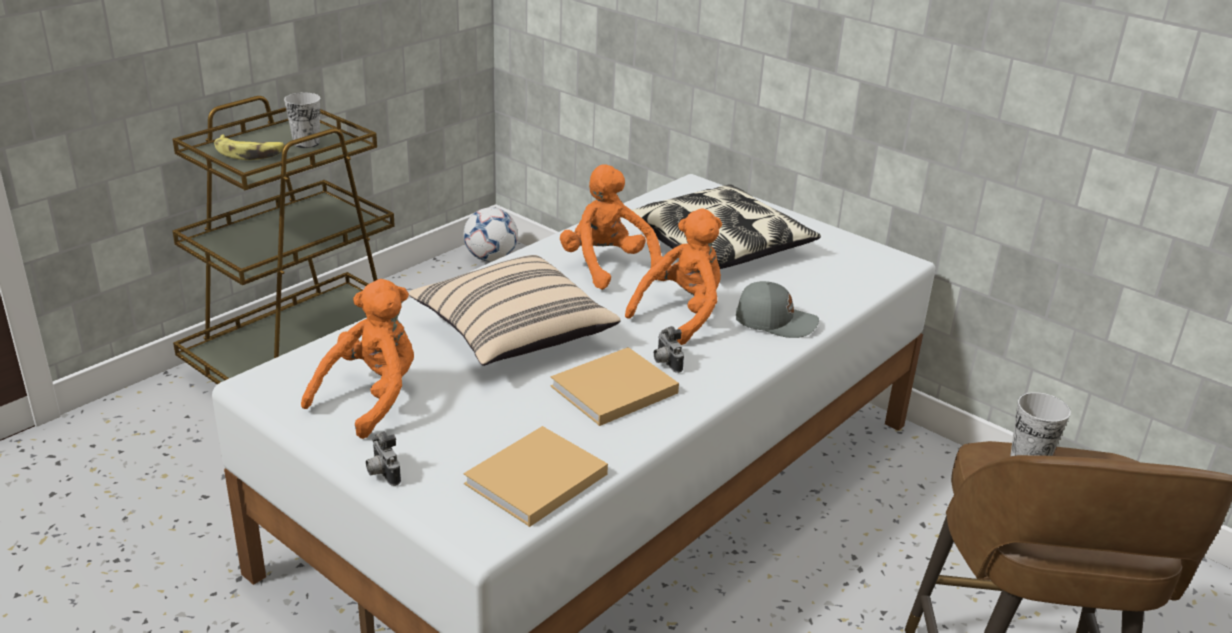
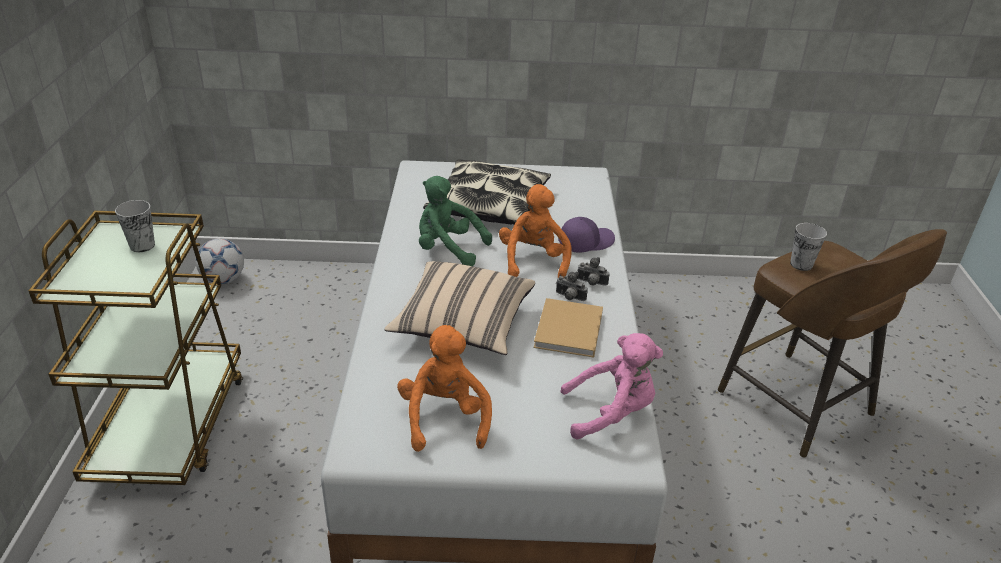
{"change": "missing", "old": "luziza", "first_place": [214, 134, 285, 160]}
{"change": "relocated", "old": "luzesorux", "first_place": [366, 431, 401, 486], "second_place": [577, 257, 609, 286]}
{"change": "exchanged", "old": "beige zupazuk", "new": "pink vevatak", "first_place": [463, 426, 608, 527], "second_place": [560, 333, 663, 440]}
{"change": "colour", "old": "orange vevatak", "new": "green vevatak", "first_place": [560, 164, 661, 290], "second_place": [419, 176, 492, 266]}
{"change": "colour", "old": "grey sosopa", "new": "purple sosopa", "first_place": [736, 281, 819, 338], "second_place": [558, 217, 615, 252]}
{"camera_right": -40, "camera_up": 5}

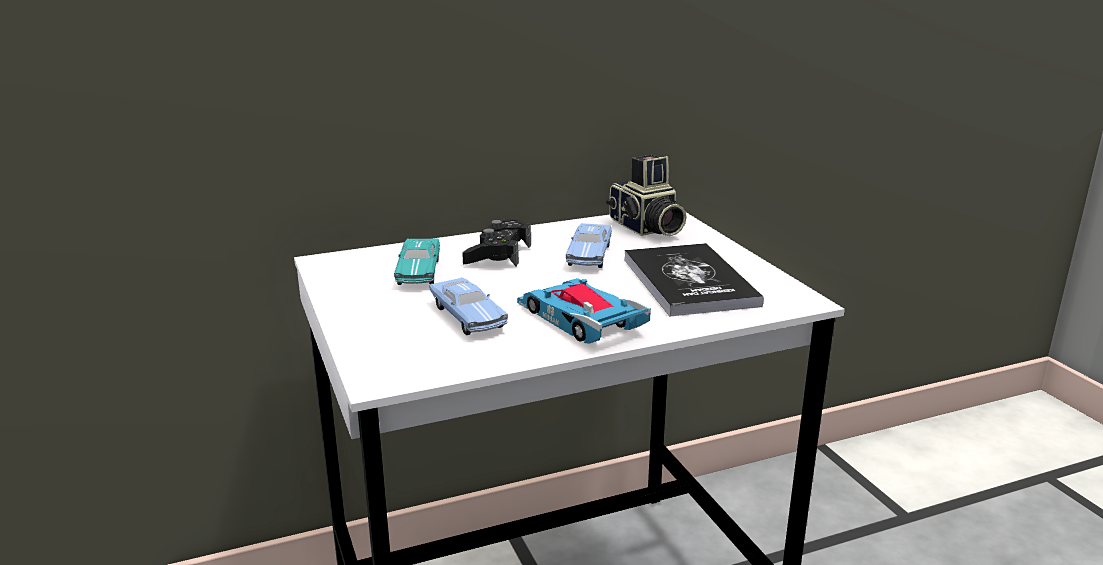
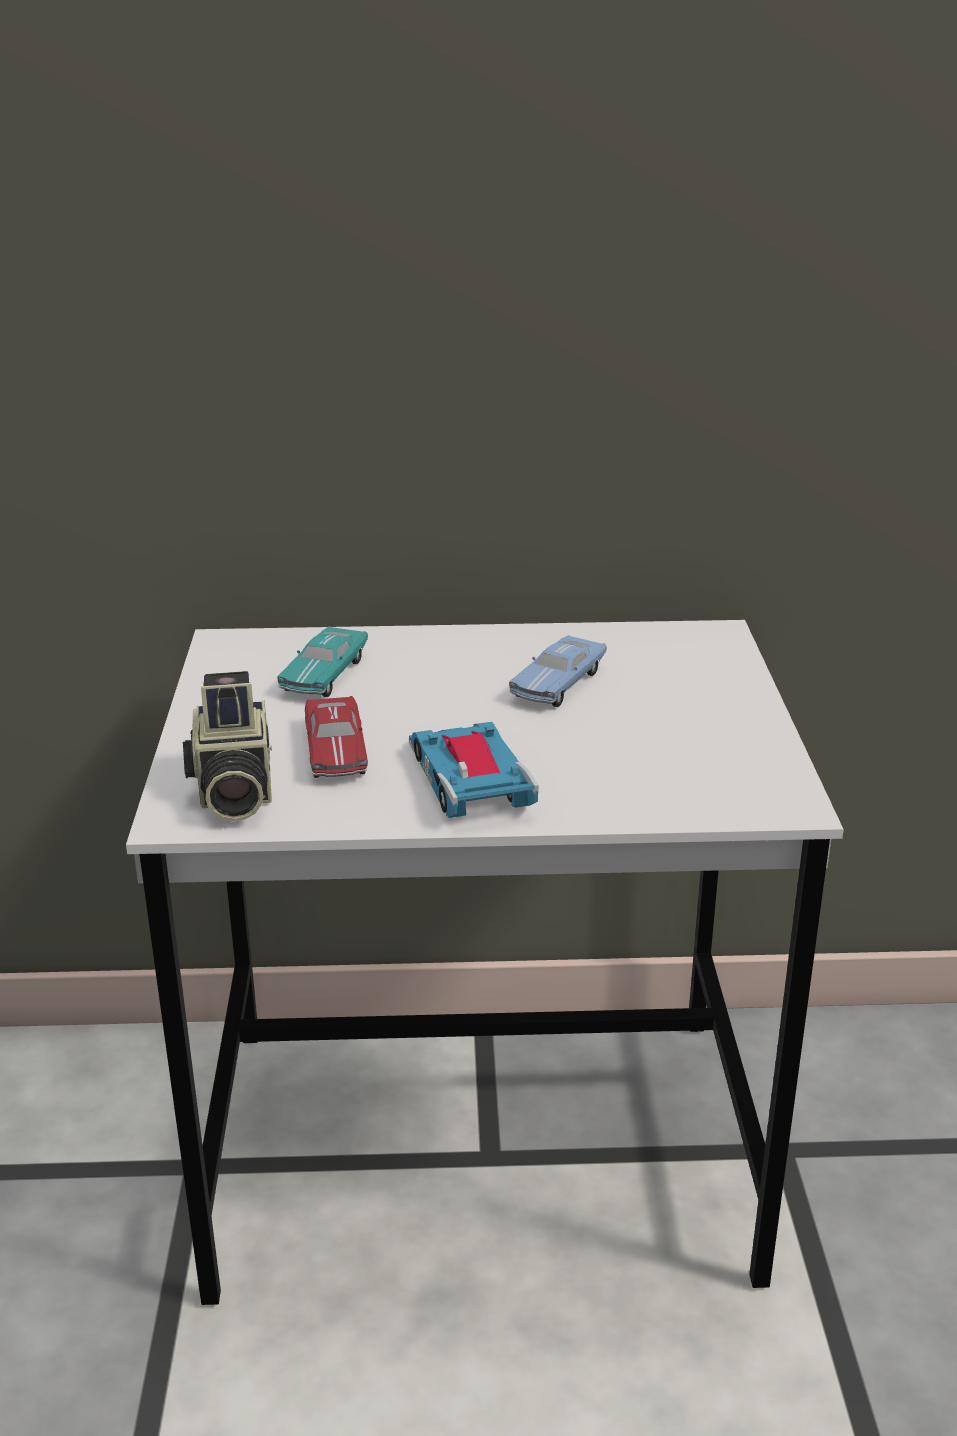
{"change": "colour", "old": "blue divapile", "new": "red divapile", "first_place": [430, 277, 508, 335], "second_place": [305, 696, 368, 778]}
{"change": "missing", "old": "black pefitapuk", "first_place": [462, 219, 531, 266]}
{"change": "relocated", "old": "luzesorux", "first_place": [606, 155, 687, 236], "second_place": [183, 671, 272, 822]}
{"change": "missing", "old": "zupazuk", "first_place": [624, 243, 764, 316]}
{"camera_right": 20, "camera_up": 5}

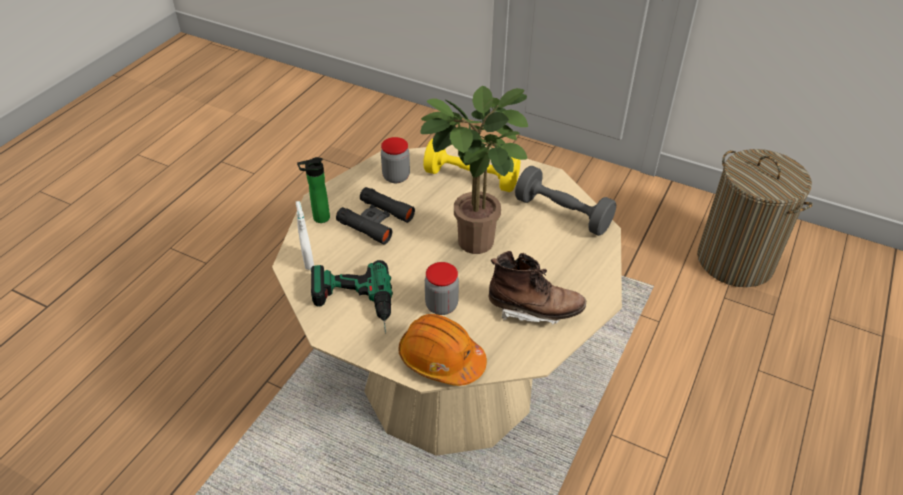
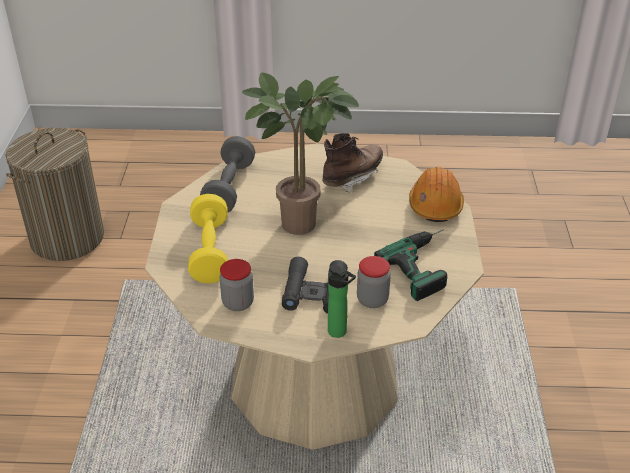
{"change": "missing", "old": "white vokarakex", "first_place": [296, 201, 314, 270]}
{"change": "relocated", "old": "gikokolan", "first_place": [425, 262, 459, 315], "second_place": [357, 256, 391, 308]}
{"change": "spun", "old": "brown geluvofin", "first_place": [489, 251, 586, 325], "second_place": [322, 133, 383, 193], "degrees": 60}
{"camera_right": -115, "camera_up": -5}

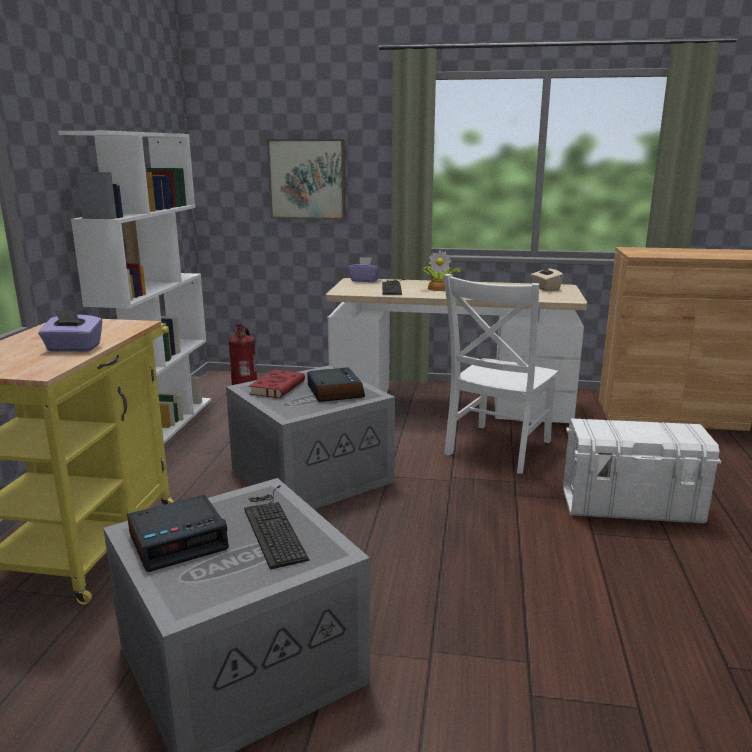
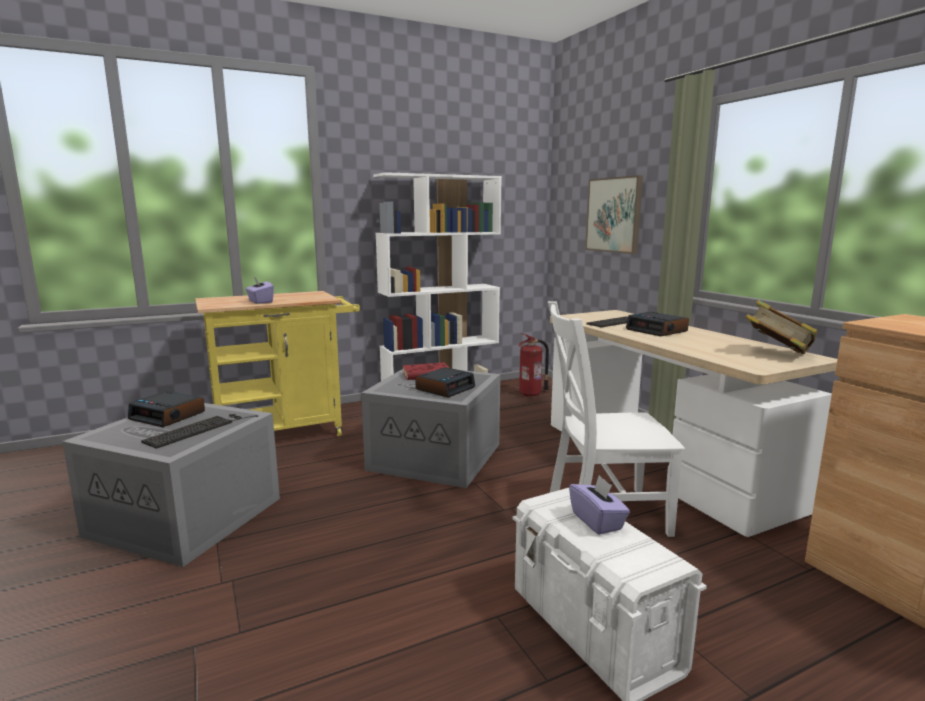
{"change": "relocated", "old": "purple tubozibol", "first_place": [348, 257, 381, 282], "second_place": [569, 475, 630, 535]}
{"change": "exchanged", "old": "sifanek", "new": "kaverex", "first_place": [419, 250, 461, 291], "second_place": [626, 312, 689, 336]}
{"change": "exchanged", "old": "beige tubozibol", "new": "zupazuk", "first_place": [530, 263, 563, 291], "second_place": [746, 300, 817, 354]}
{"camera_right": 55, "camera_up": -5}

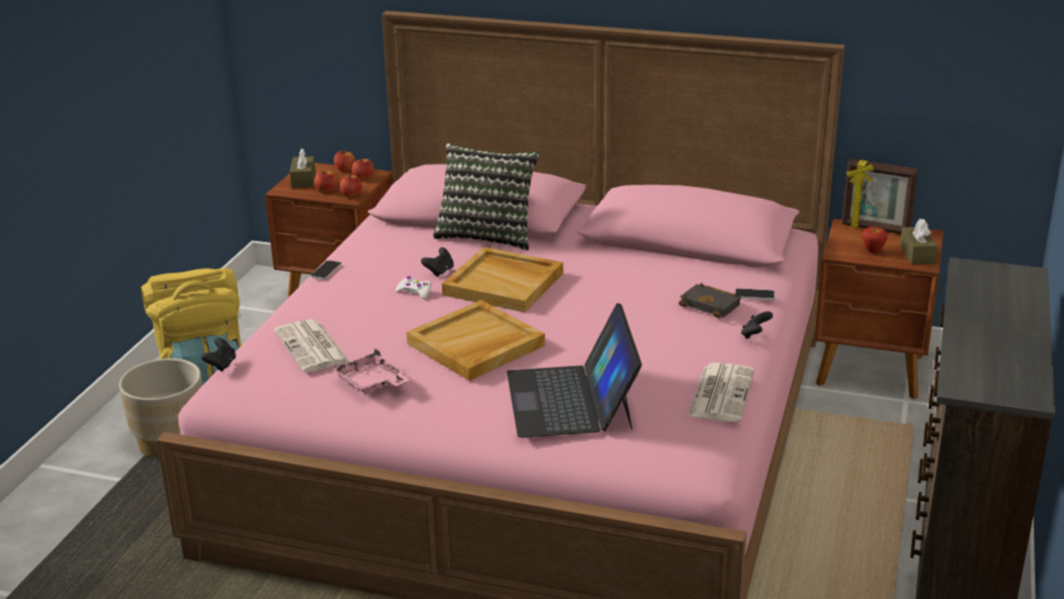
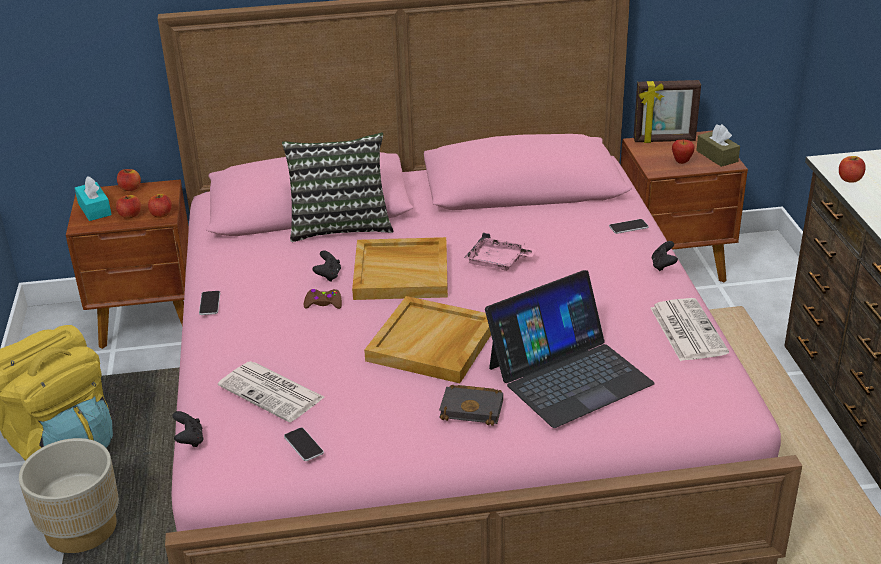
{"change": "colour", "old": "brown tubozibol", "new": "turquoise tubozibol", "first_place": [290, 148, 315, 188], "second_place": [75, 176, 112, 221]}
{"change": "relocated", "old": "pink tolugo", "first_place": [332, 349, 409, 394], "second_place": [464, 233, 537, 271]}
{"change": "relocated", "old": "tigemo", "first_place": [352, 159, 374, 180], "second_place": [839, 156, 866, 183]}
{"change": "colour", "old": "white pefitapuk", "new": "brown pefitapuk", "first_place": [396, 276, 431, 299], "second_place": [304, 289, 342, 309]}
{"change": "spun", "old": "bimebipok", "first_place": [507, 303, 642, 438], "second_place": [485, 270, 655, 428], "degrees": -90}
{"change": "relocated", "old": "black zupazuk", "first_place": [679, 283, 741, 318], "second_place": [439, 385, 503, 426]}
{"change": "appeared", "new": "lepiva", "second_place": [284, 428, 324, 461]}
{"camera_right": -25, "camera_up": 5}

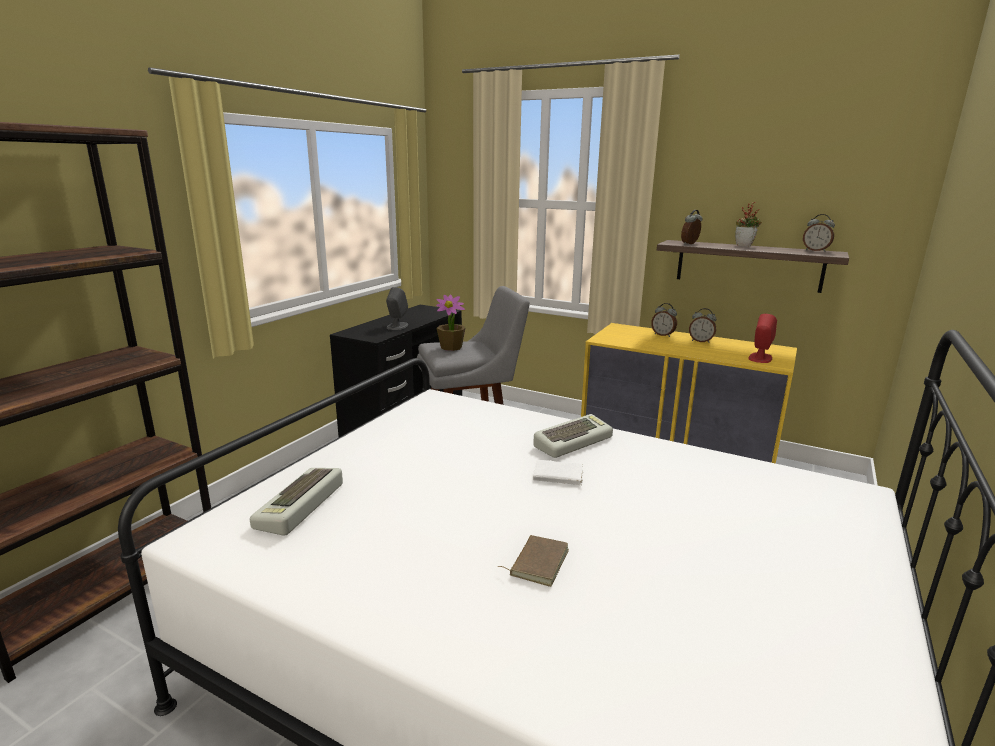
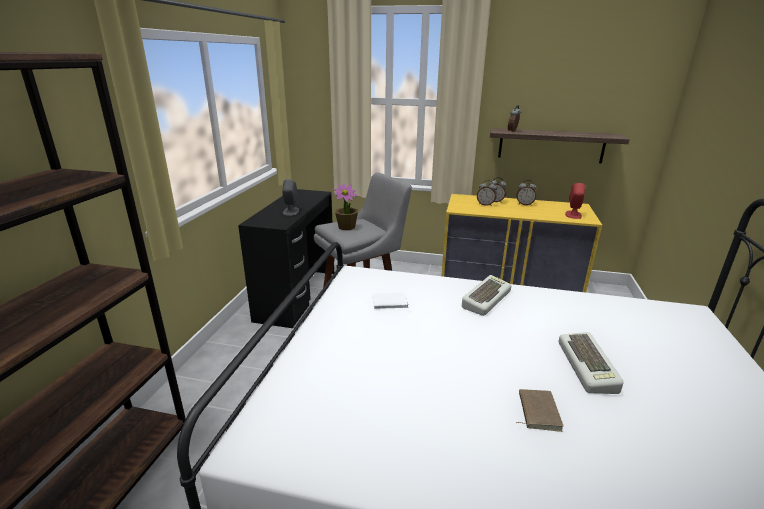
{"change": "relocated", "old": "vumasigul", "first_place": [250, 468, 343, 536], "second_place": [559, 332, 624, 394]}
{"change": "relocated", "old": "white zupazuk", "first_place": [533, 460, 584, 487], "second_place": [372, 292, 410, 309]}
{"change": "missing", "old": "sifanek", "first_place": [735, 202, 762, 247]}
{"change": "relocated", "old": "kaverex", "first_place": [803, 214, 835, 252], "second_place": [477, 180, 497, 206]}
{"camera_right": -15, "camera_up": 5}

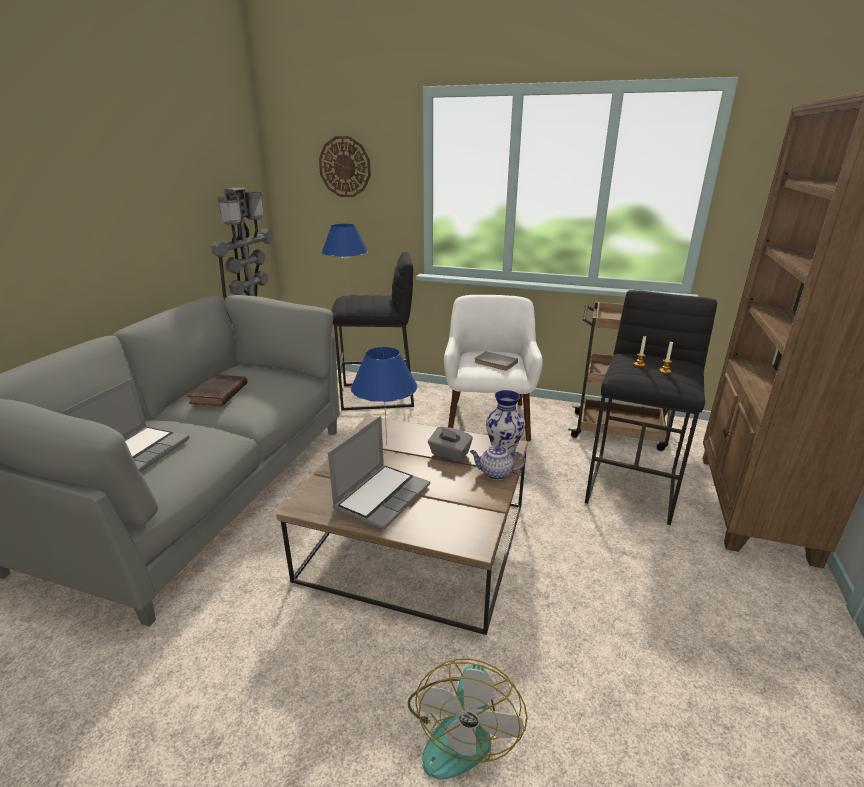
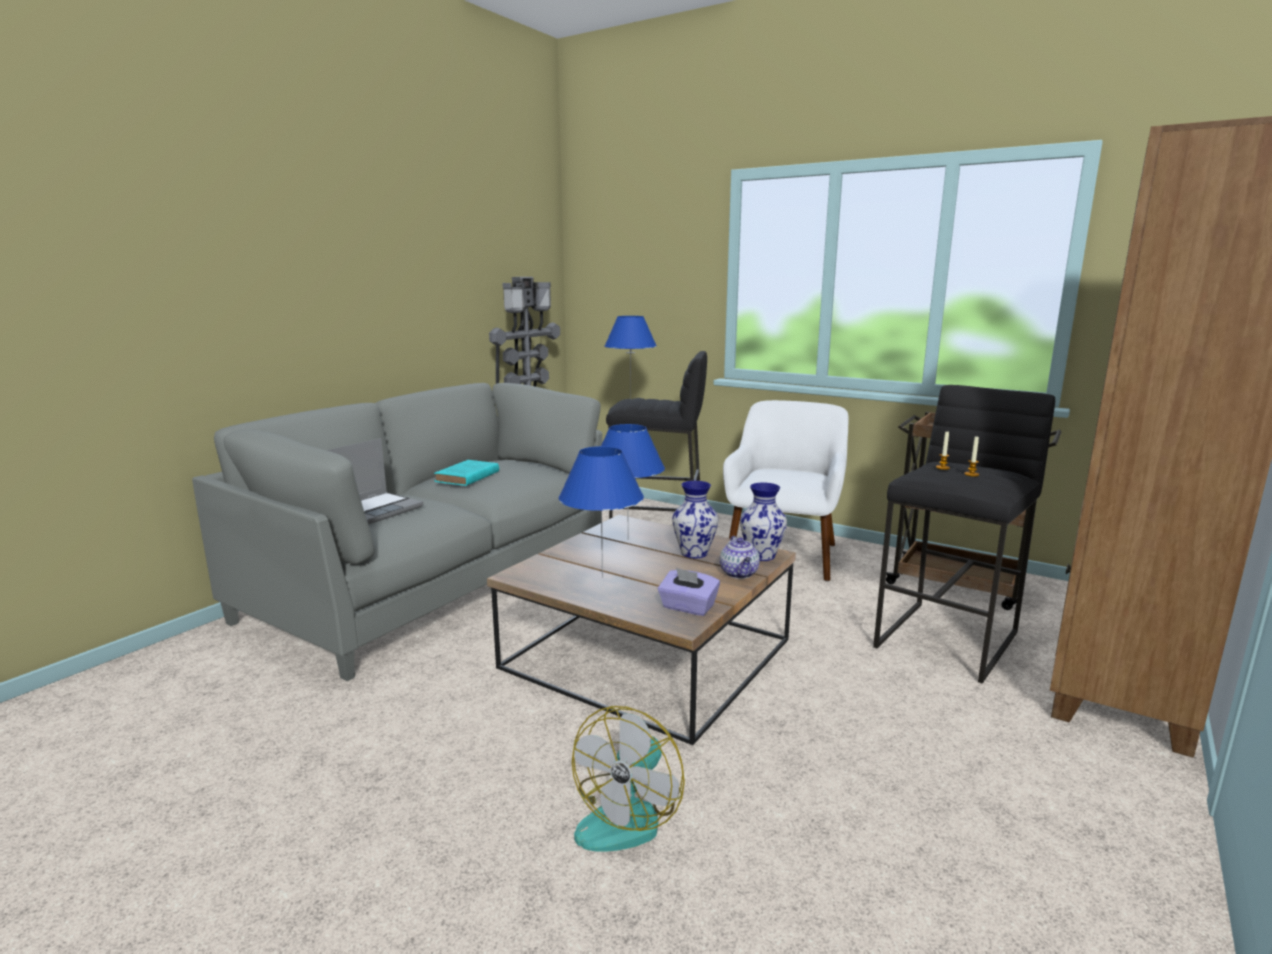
{"change": "colour", "old": "brown zupazuk", "new": "turquoise zupazuk", "first_place": [188, 375, 248, 406], "second_place": [434, 460, 499, 486]}
{"change": "missing", "old": "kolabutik", "first_place": [319, 136, 371, 197]}
{"change": "exchanged", "old": "bimebipok", "new": "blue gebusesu", "first_place": [328, 416, 430, 529], "second_place": [559, 446, 644, 578]}
{"change": "exchanged", "old": "grey tubozibol", "new": "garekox", "first_place": [428, 427, 473, 462], "second_place": [672, 481, 718, 558]}
{"change": "spun", "old": "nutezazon", "first_place": [470, 445, 525, 480], "second_place": [720, 536, 760, 579], "degrees": -120}
{"change": "missing", "old": "grey zupazuk", "first_place": [475, 351, 518, 371]}
{"change": "appeared", "new": "purple tubozibol", "second_place": [658, 568, 720, 616]}
{"camera_right": 15, "camera_up": -10}

